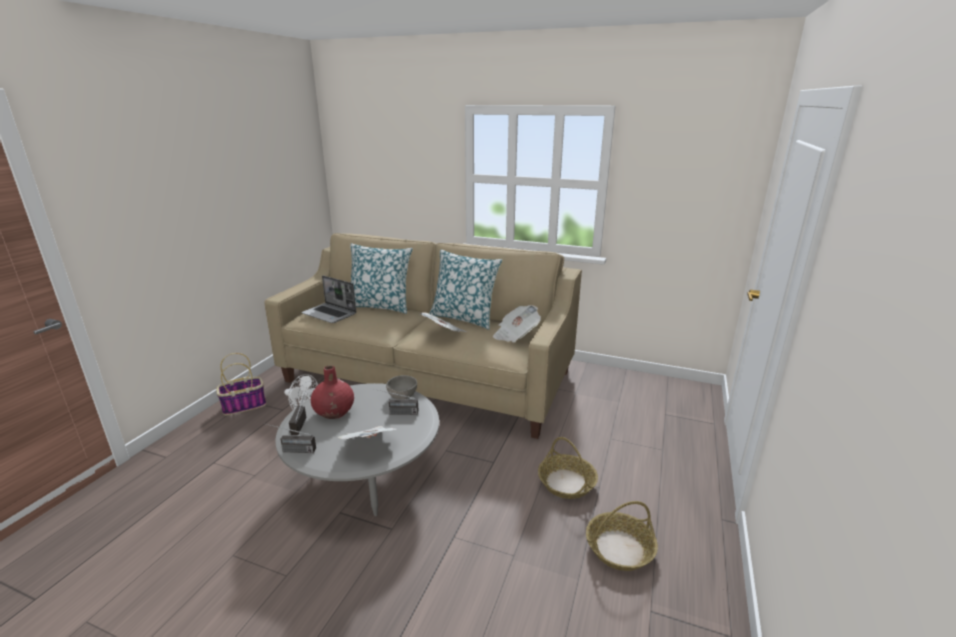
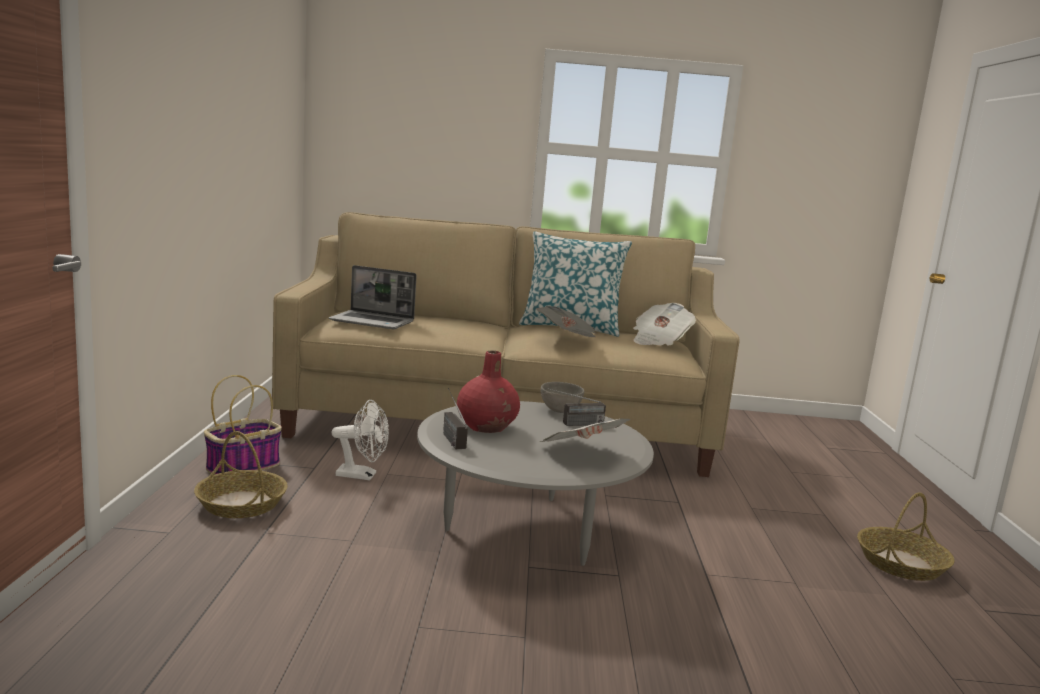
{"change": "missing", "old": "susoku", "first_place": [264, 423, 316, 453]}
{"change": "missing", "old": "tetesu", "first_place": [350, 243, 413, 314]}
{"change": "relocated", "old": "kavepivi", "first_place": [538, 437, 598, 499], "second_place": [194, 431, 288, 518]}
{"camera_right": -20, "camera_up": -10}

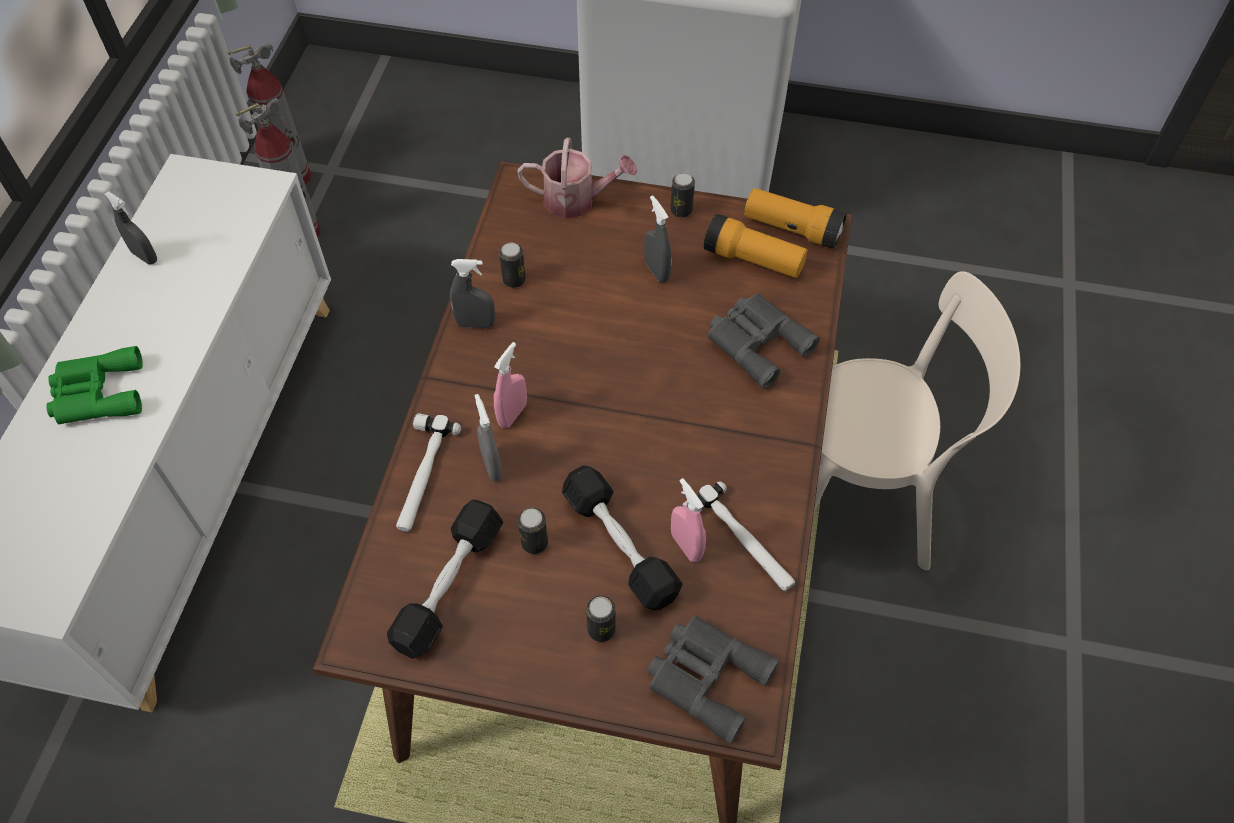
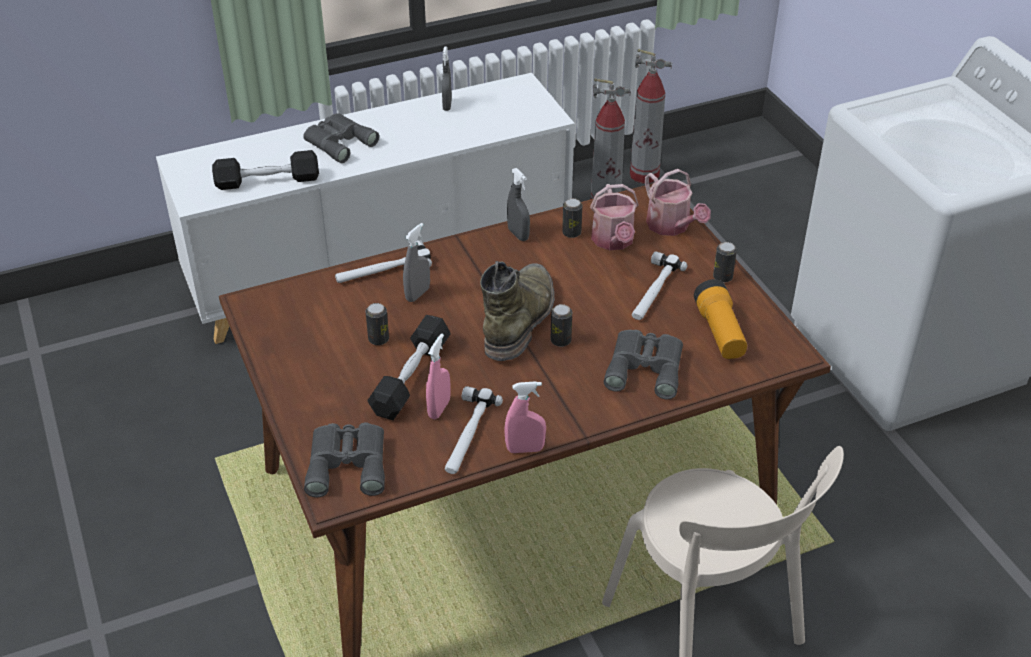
{"change": "colour", "old": "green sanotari", "new": "grey sanotari", "first_place": [46, 346, 143, 424], "second_place": [303, 113, 379, 163]}
{"change": "relocated", "old": "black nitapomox", "first_place": [387, 500, 503, 659], "second_place": [212, 150, 319, 190]}
{"change": "relocated", "old": "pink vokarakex", "first_place": [494, 342, 527, 428], "second_place": [504, 381, 546, 453]}
{"change": "relocated", "old": "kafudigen", "first_place": [586, 595, 616, 642], "second_place": [551, 304, 572, 347]}
{"change": "exchanged", "old": "grey vokarakex", "new": "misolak", "first_place": [644, 195, 672, 283], "second_place": [632, 251, 687, 320]}
{"change": "missing", "old": "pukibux", "first_place": [744, 188, 847, 249]}
{"change": "appeared", "new": "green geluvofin", "second_place": [480, 261, 554, 361]}
{"change": "appeared", "new": "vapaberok", "second_place": [590, 184, 639, 250]}
{"camera_right": 55, "camera_up": -15}

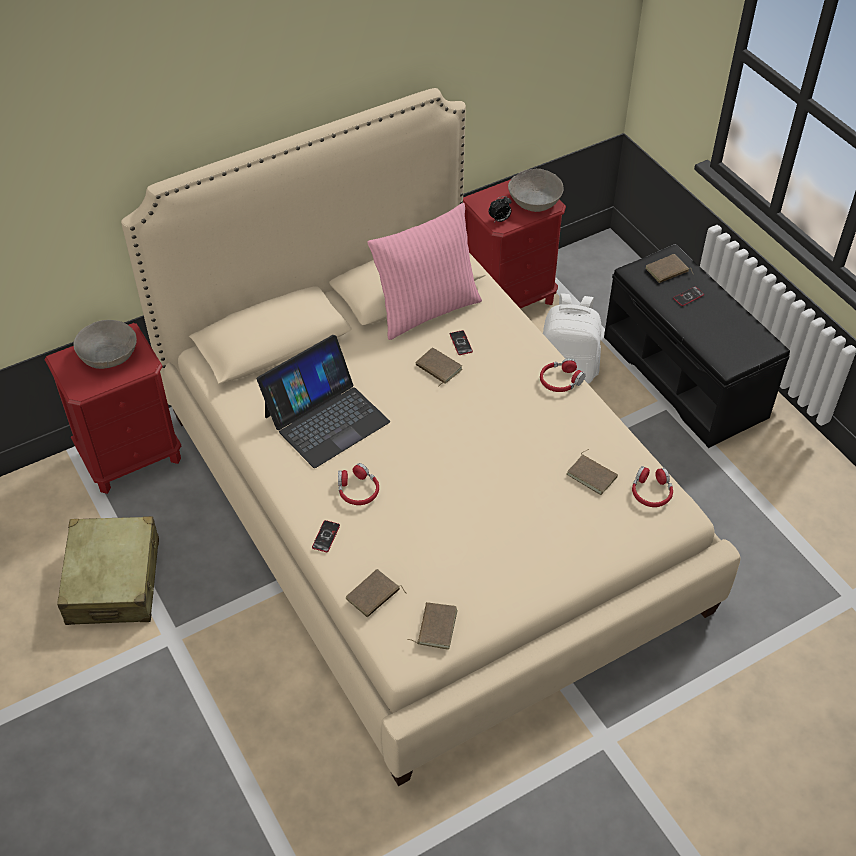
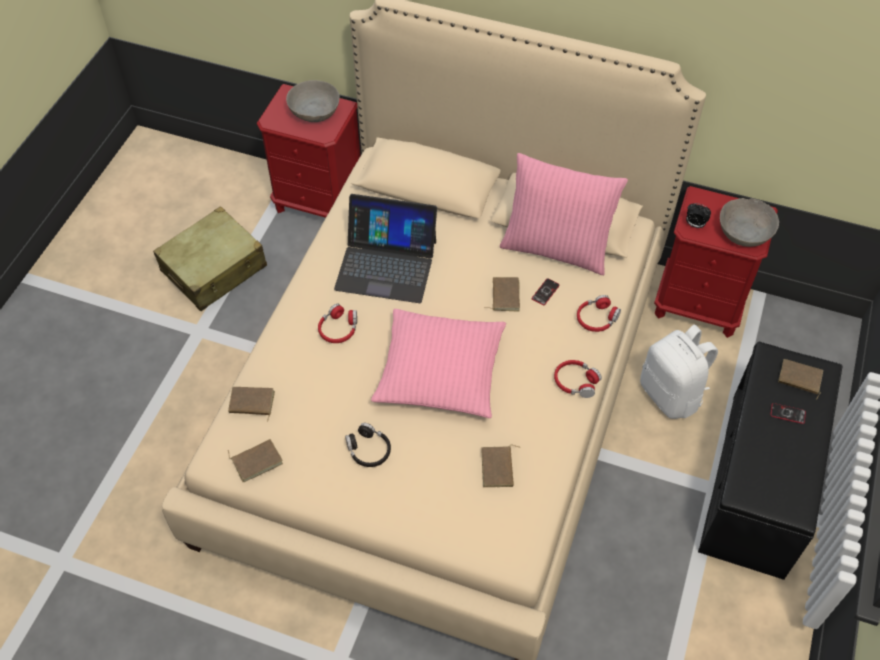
{"change": "missing", "old": "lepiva", "first_place": [312, 520, 340, 552]}
{"change": "relocated", "old": "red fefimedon", "first_place": [632, 466, 673, 507], "second_place": [577, 295, 621, 332]}
{"change": "appeared", "new": "black fefimedon", "second_place": [345, 423, 391, 467]}
{"change": "appeared", "new": "pink tetesu", "second_place": [371, 309, 506, 418]}
{"camera_right": 50, "camera_up": 5}

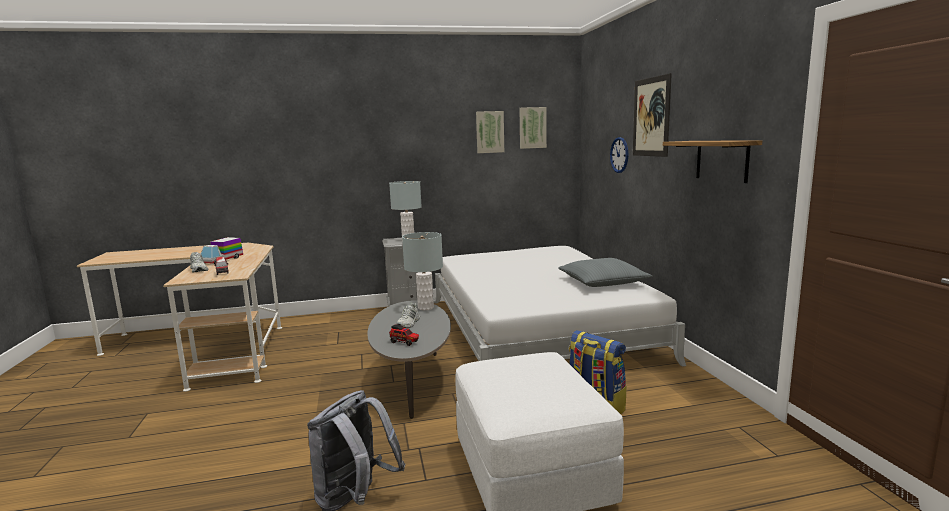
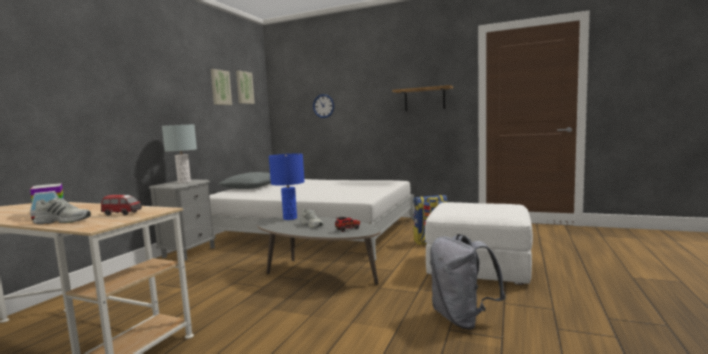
{"change": "colour", "old": "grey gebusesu", "new": "blue gebusesu", "first_place": [402, 232, 443, 310], "second_place": [269, 154, 305, 220]}
{"change": "relocated", "old": "grey tetesu", "first_place": [558, 258, 652, 287], "second_place": [218, 172, 271, 189]}
{"change": "missing", "old": "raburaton", "first_place": [633, 73, 672, 157]}
{"camera_right": -55, "camera_up": -5}

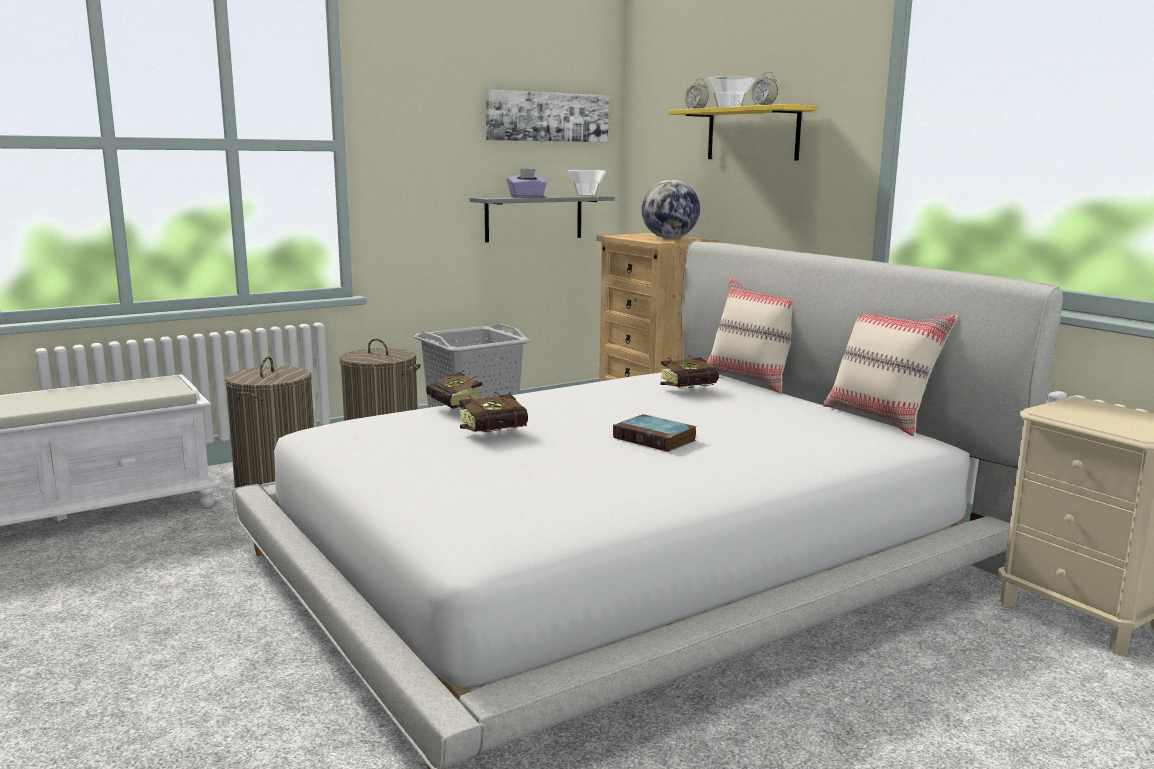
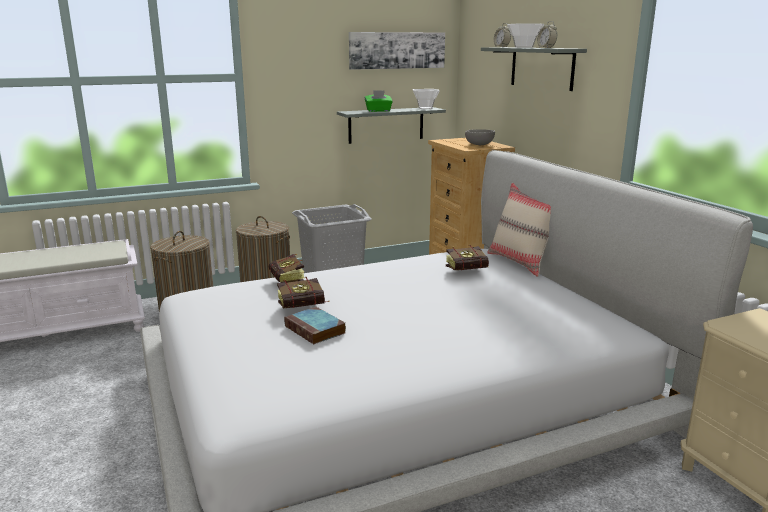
{"change": "colour", "old": "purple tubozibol", "new": "green tubozibol", "first_place": [507, 168, 547, 197], "second_place": [365, 90, 393, 112]}
{"change": "relocated", "old": "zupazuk", "first_place": [613, 414, 697, 452], "second_place": [284, 307, 346, 344]}
{"change": "exchanged", "old": "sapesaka", "new": "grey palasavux", "first_place": [642, 180, 700, 239], "second_place": [465, 129, 495, 145]}
{"change": "colour", "old": "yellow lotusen", "new": "grey lotusen", "first_place": [668, 104, 817, 161], "second_place": [481, 47, 587, 91]}
{"change": "missing", "old": "beige tetesu", "first_place": [823, 314, 958, 436]}
{"camera_right": 10, "camera_up": 5}

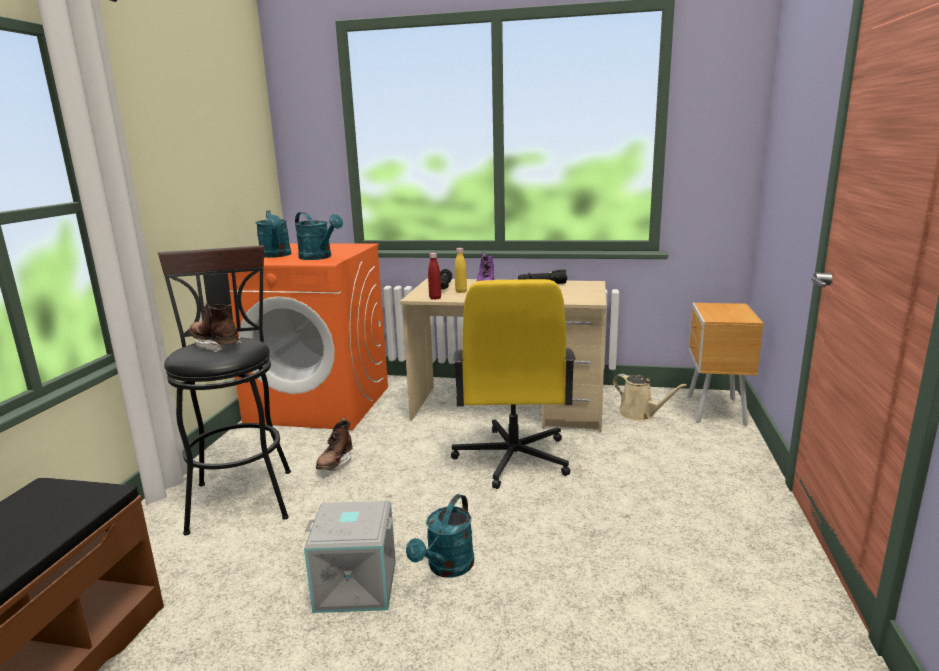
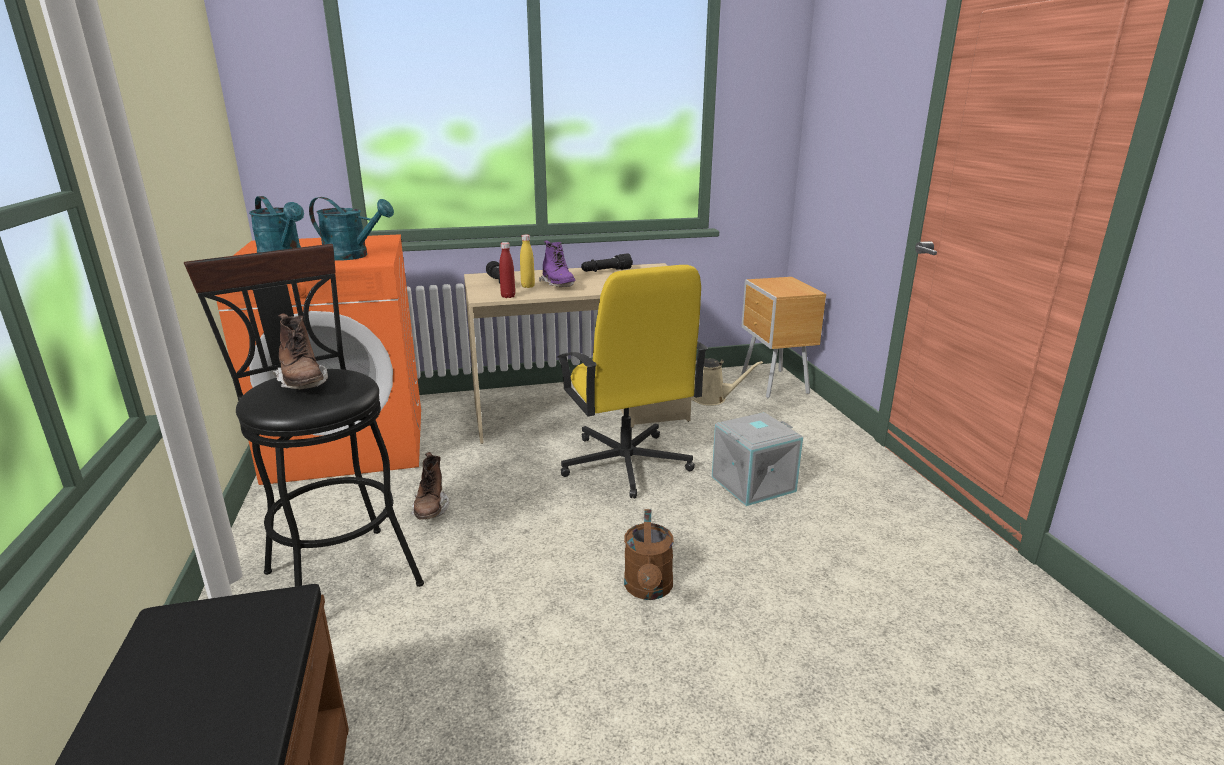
{"change": "spun", "old": "brown geluvofin", "first_place": [189, 304, 241, 352], "second_place": [273, 313, 328, 390], "degrees": -135}
{"change": "relocated", "old": "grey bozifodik", "first_place": [304, 501, 396, 613], "second_place": [712, 412, 803, 506]}
{"change": "colour", "old": "turquoise vapaberok", "new": "brown vapaberok", "first_place": [406, 494, 474, 578], "second_place": [624, 509, 674, 600]}
{"camera_right": -25, "camera_up": 5}

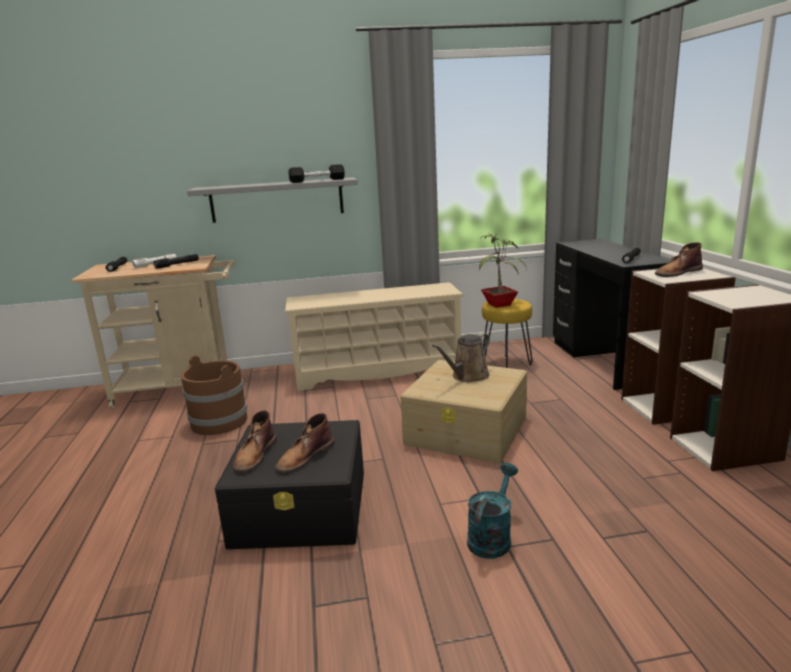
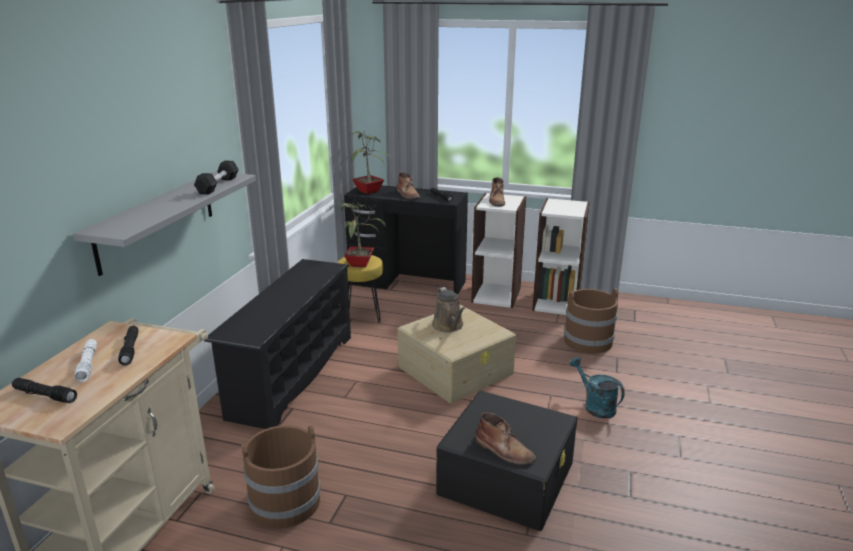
{"change": "relocated", "old": "brown geluvofin", "first_place": [275, 413, 334, 473], "second_place": [397, 172, 420, 199]}
{"change": "colour", "old": "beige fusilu", "new": "black fusilu", "first_place": [284, 282, 464, 391], "second_place": [204, 259, 351, 429]}
{"change": "appeared", "new": "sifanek", "second_place": [351, 131, 391, 194]}
{"change": "appeared", "new": "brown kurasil", "second_place": [564, 288, 618, 354]}
{"camera_right": -65, "camera_up": 5}

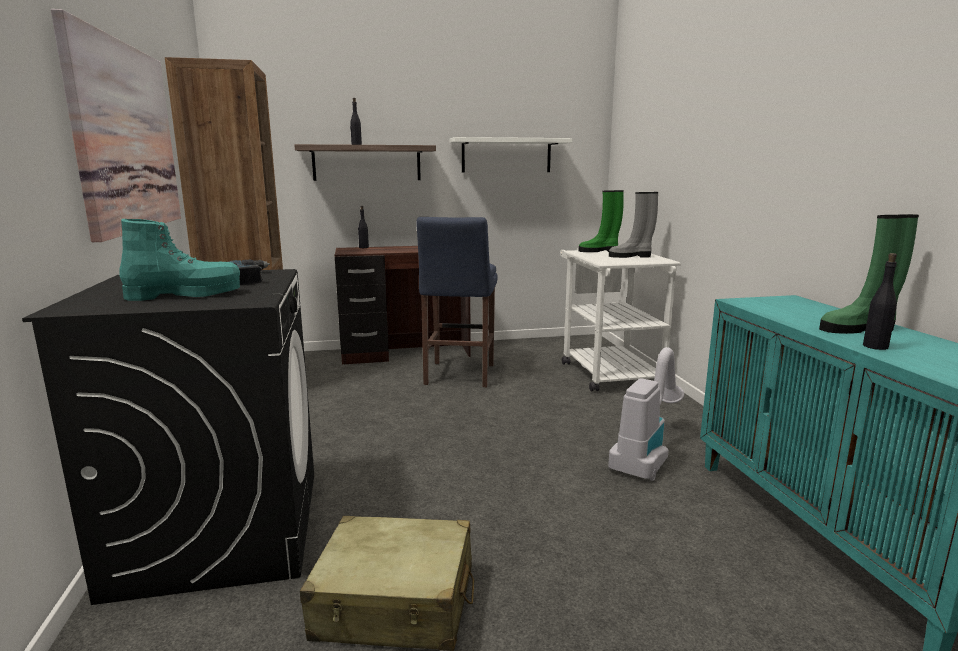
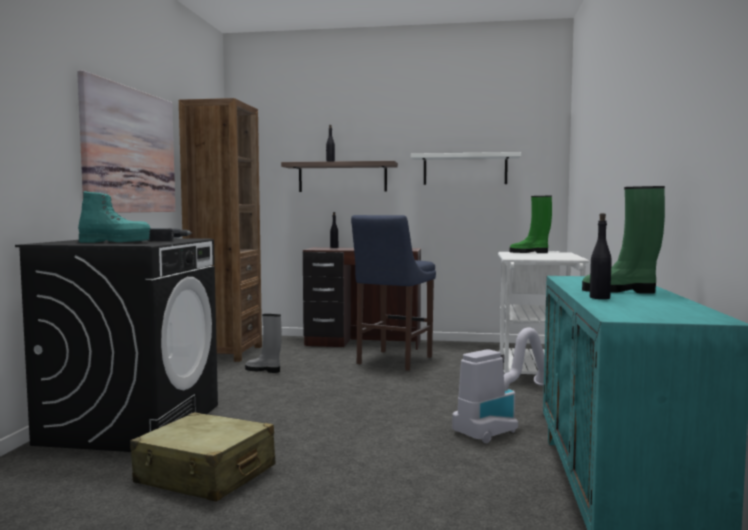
{"change": "relocated", "old": "grey geluvofin", "first_place": [609, 192, 658, 258], "second_place": [245, 314, 282, 373]}
{"camera_right": 20, "camera_up": -10}

